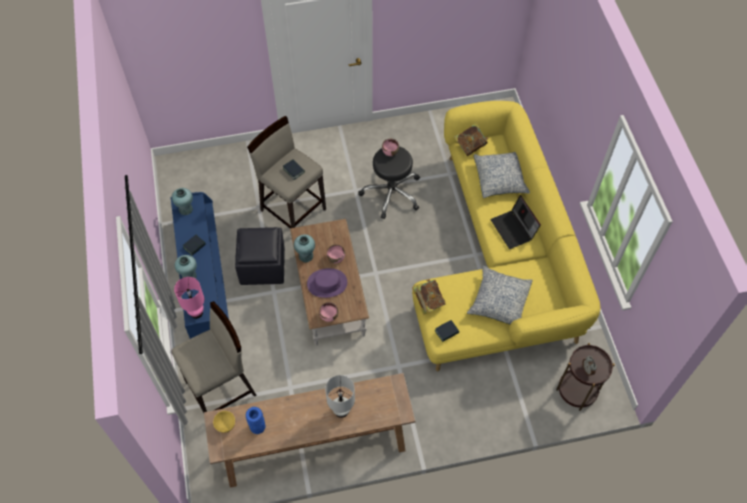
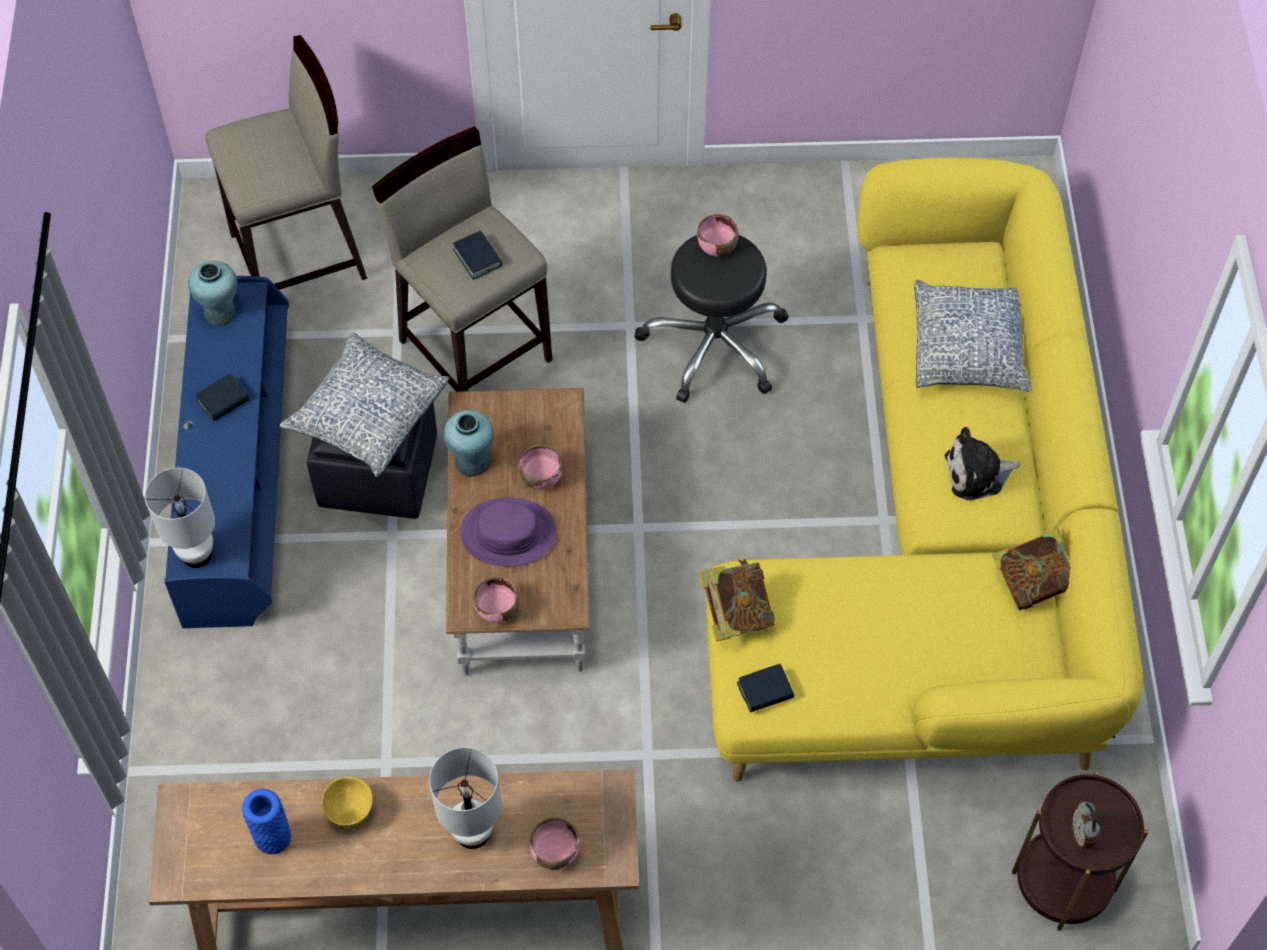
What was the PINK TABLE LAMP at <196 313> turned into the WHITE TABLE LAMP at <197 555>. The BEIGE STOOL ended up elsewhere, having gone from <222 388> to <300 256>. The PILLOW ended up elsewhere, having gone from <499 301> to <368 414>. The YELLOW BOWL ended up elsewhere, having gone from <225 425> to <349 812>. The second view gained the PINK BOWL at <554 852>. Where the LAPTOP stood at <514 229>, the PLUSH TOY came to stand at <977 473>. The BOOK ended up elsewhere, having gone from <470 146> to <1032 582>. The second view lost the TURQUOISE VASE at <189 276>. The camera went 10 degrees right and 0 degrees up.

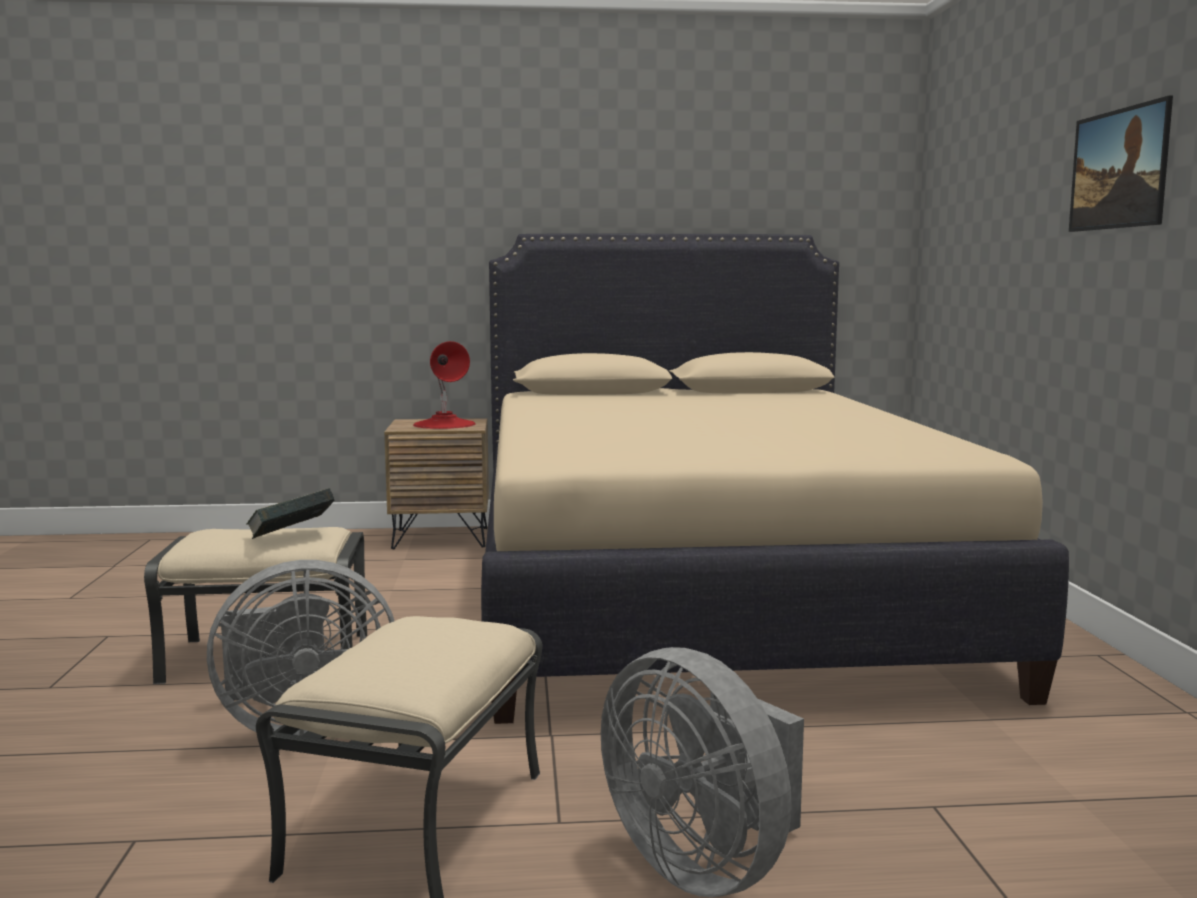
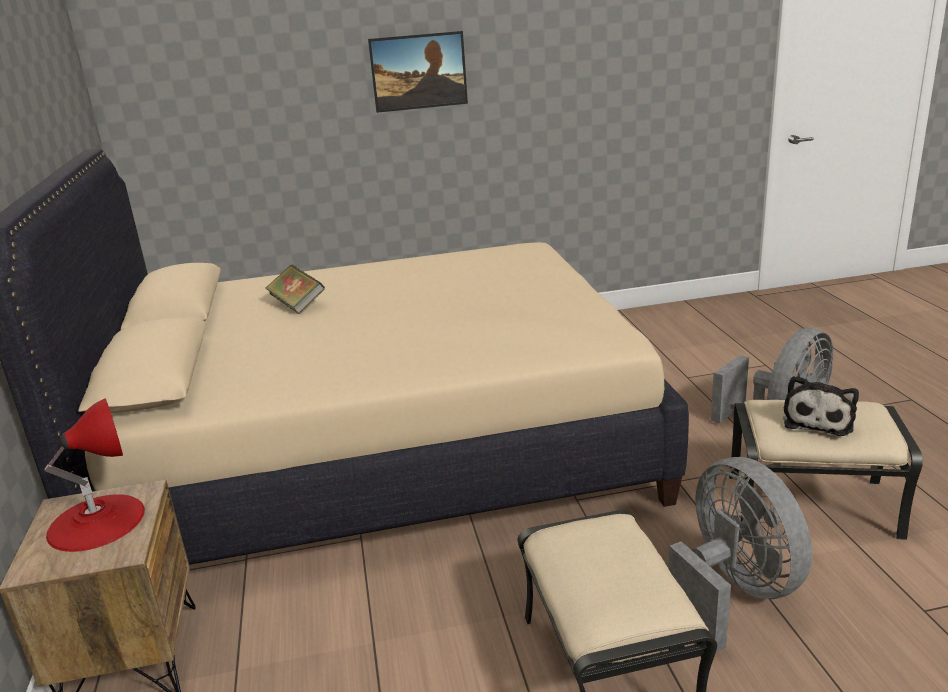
The BOOK ended up elsewhere, having gone from <291 537> to <297 305>. The second view gained the PLUSH TOY at <818 420>. The camera went 95 degrees left and 15 degrees up.

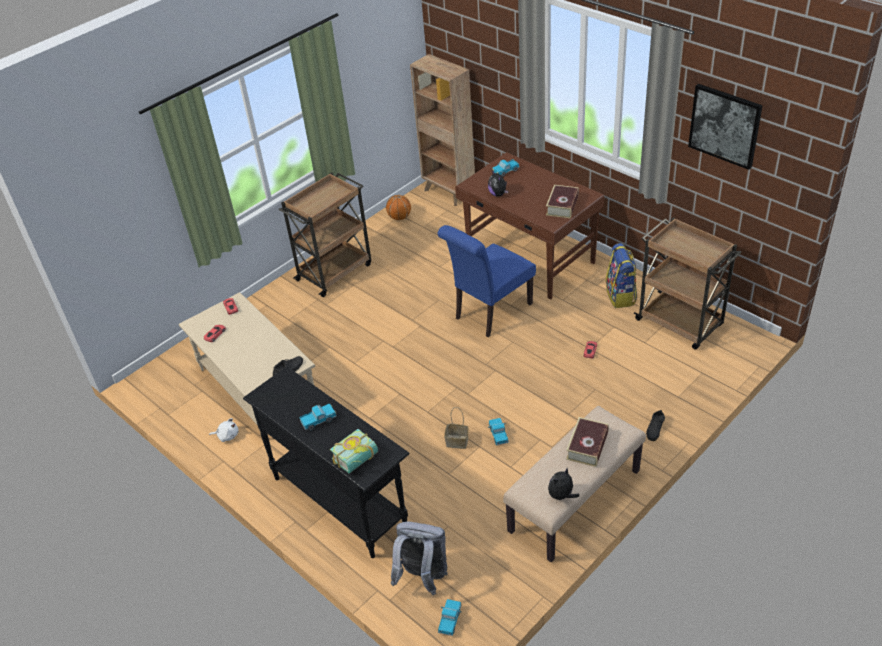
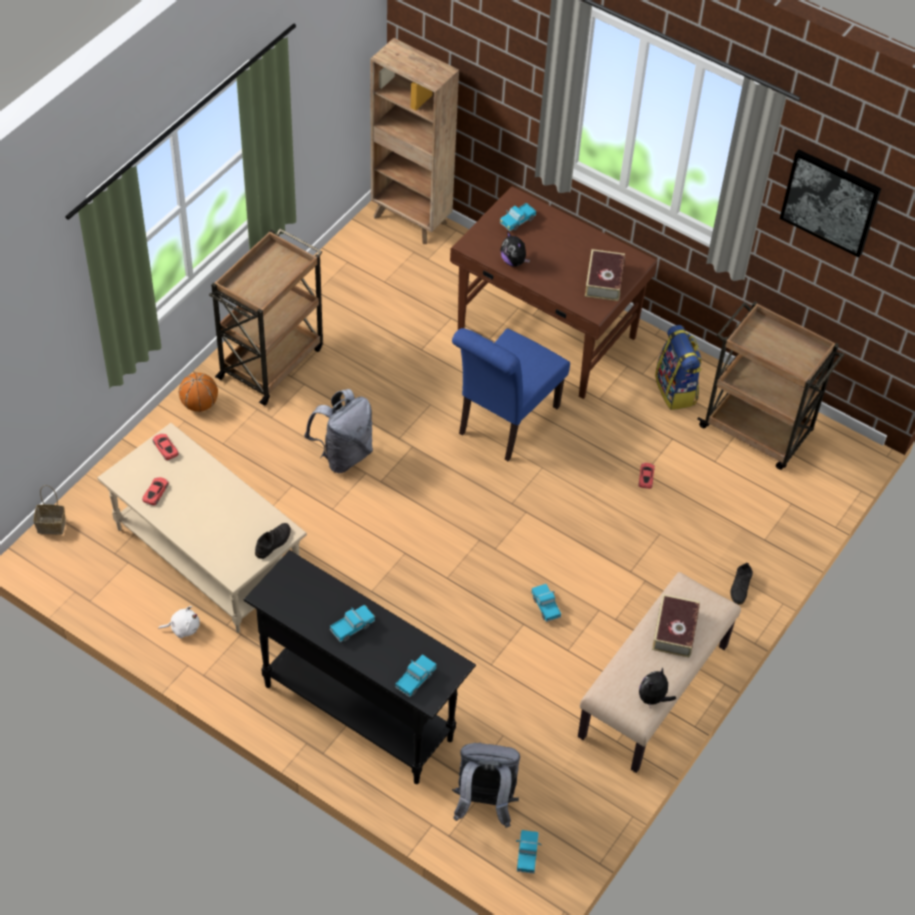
The BASKET ended up elsewhere, having gone from <456 442> to <50 526>. The BASKETBALL ended up elsewhere, having gone from <399 217> to <199 404>. The second view gained the GREY BACKPACK at <343 455>. Where the BOOK stood at <358 461>, the TOY TRUCK came to stand at <416 679>. The camera went 15 degrees left and 10 degrees up.

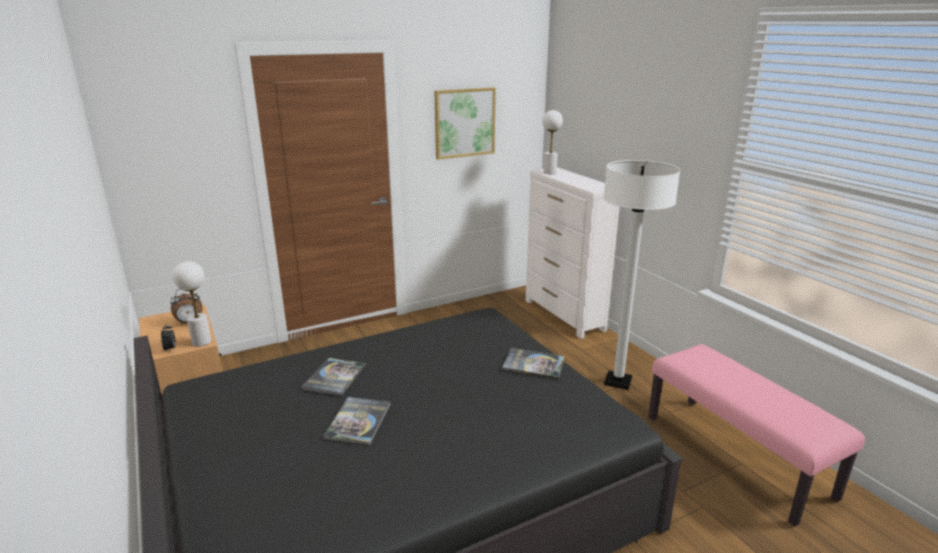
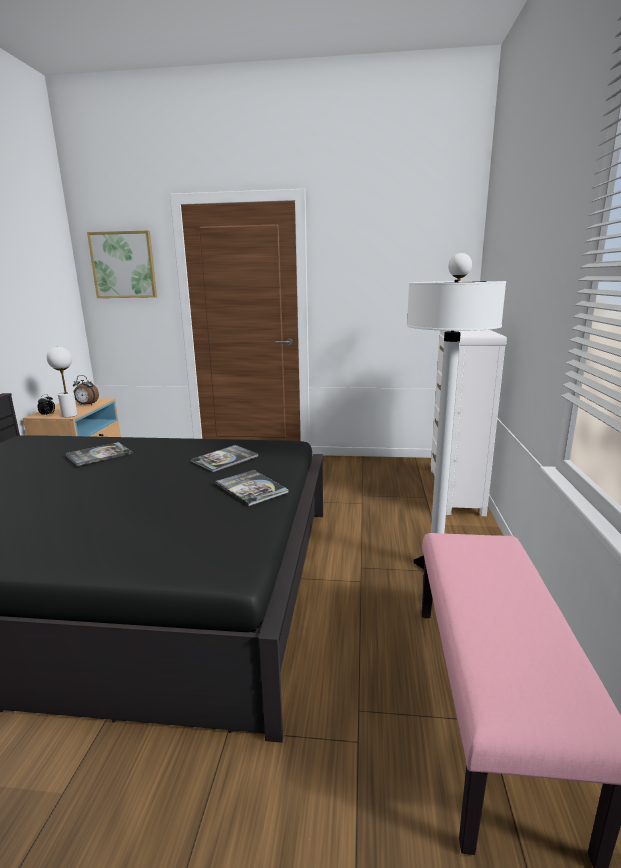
The PICTURE ended up elsewhere, having gone from <464 122> to <123 265>. The BOOK ended up elsewhere, having gone from <358 421> to <225 459>. The camera went 35 degrees right and 5 degrees down.

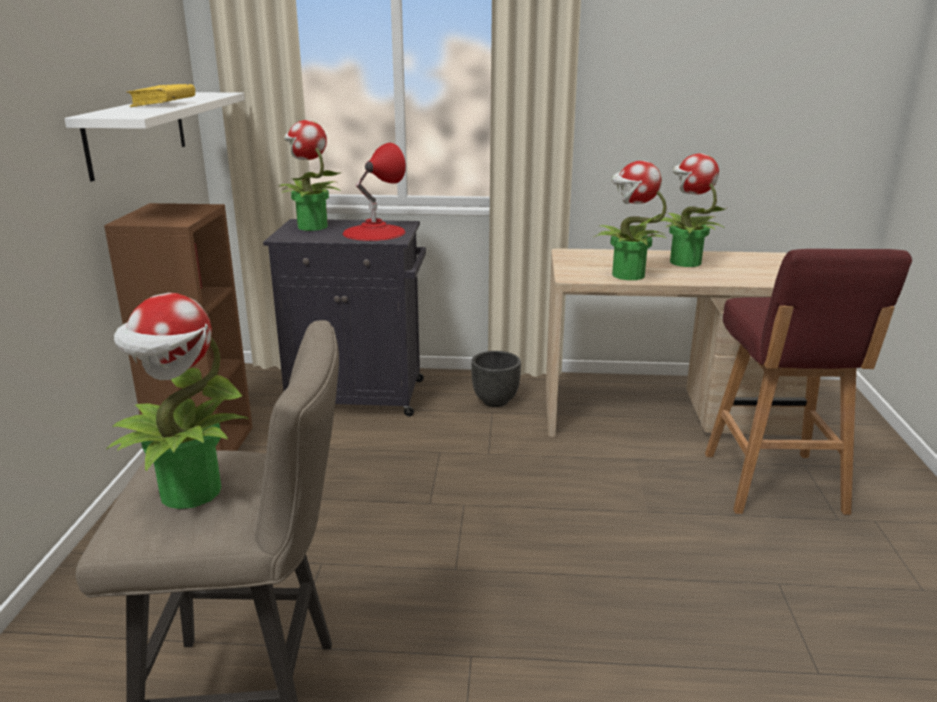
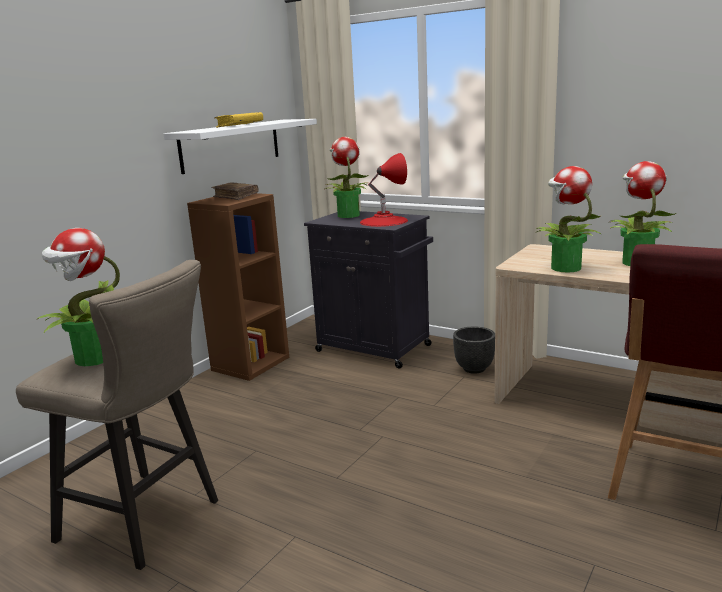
The second view gained the BROWN BOOK at <236 196>. The camera went 30 degrees right and 5 degrees down.

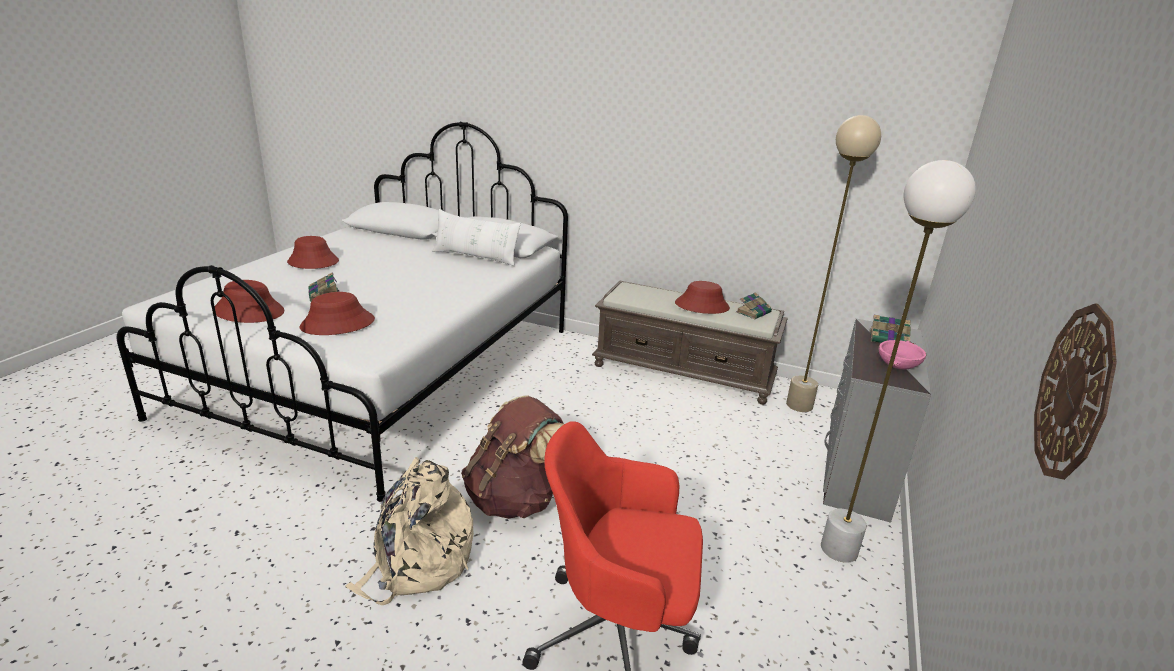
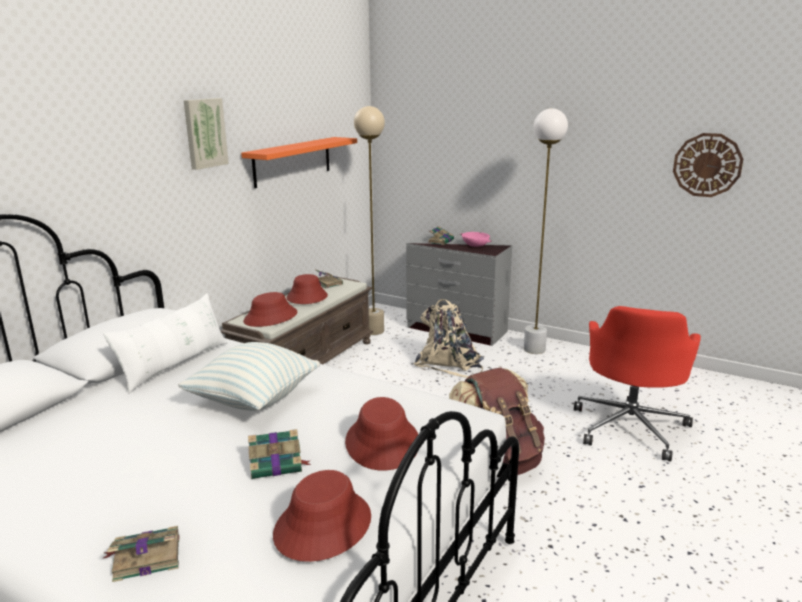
The second view gained the BOOK at <145 557>. The second view gained the PILLOW at <254 399>. The second view gained the PICTURE at <204 133>. The second view gained the ORANGE SHELF at <292 161>. The RED HAT ended up elsewhere, having gone from <313 262> to <270 317>. The BEIGE BACKPACK ended up elsewhere, having gone from <417 563> to <449 364>. The camera went 80 degrees left and 5 degrees down.

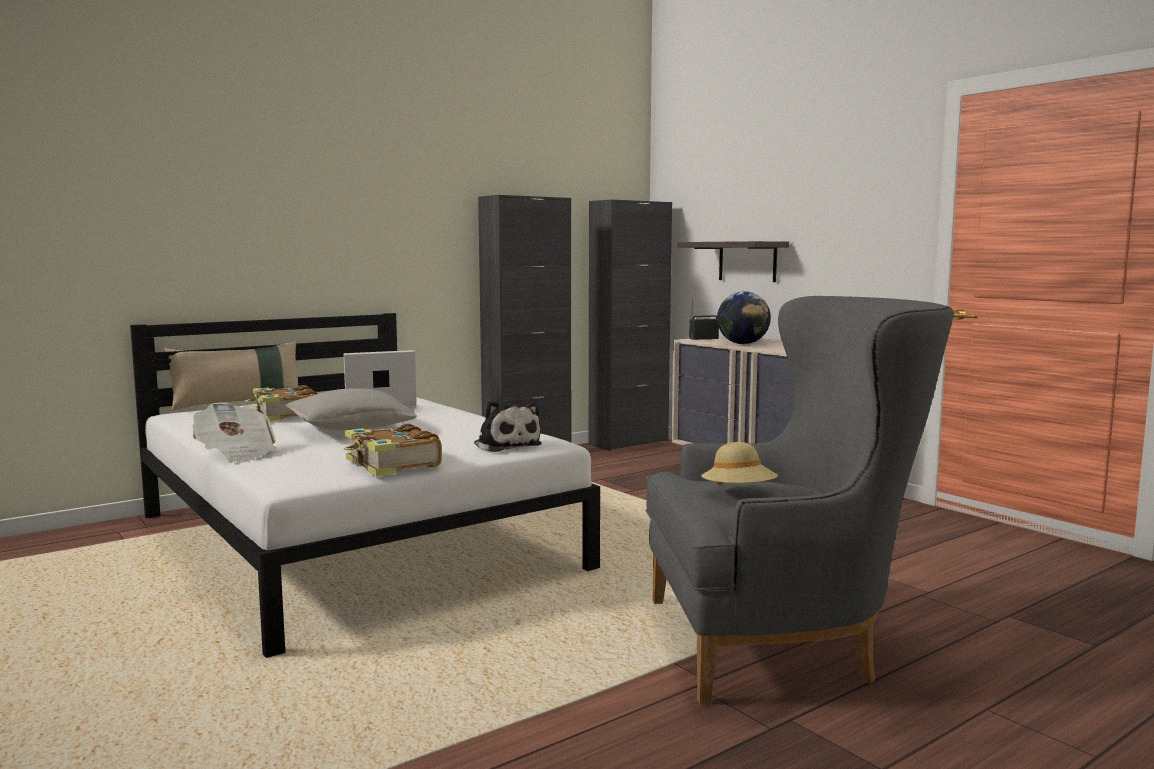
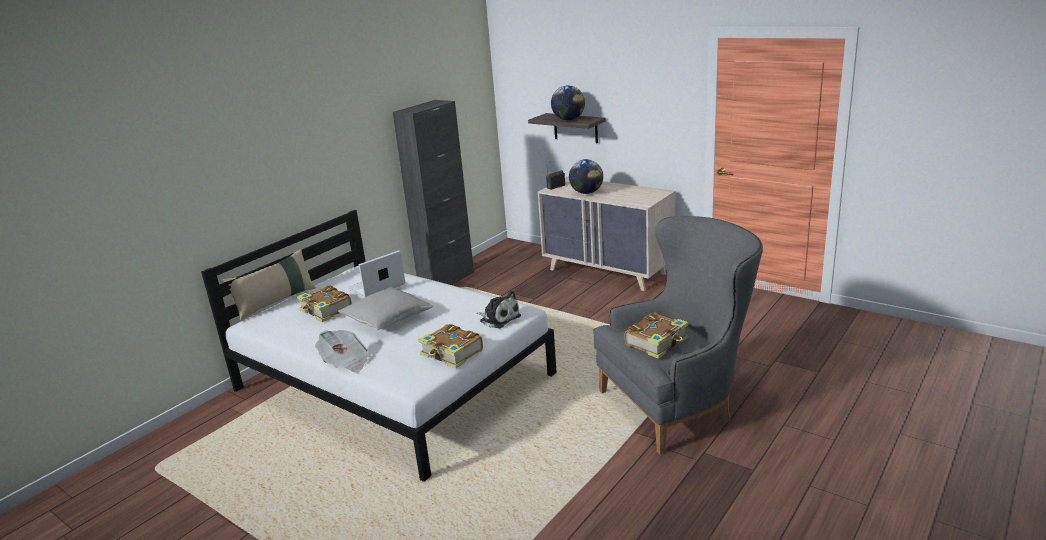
The second view gained the GLOBE at <568 119>. Where the BEIGE HAT stood at <739 494>, the BOOK came to stand at <657 342>. The second view lost the BLACK CABINET at <628 442>. The camera went 15 degrees left and 15 degrees up.

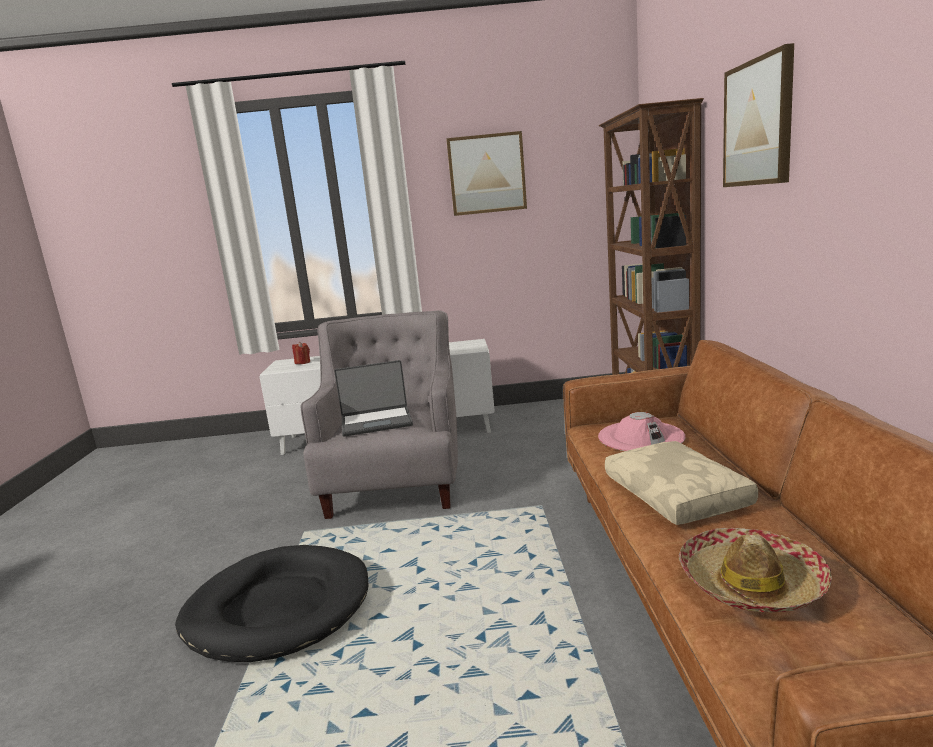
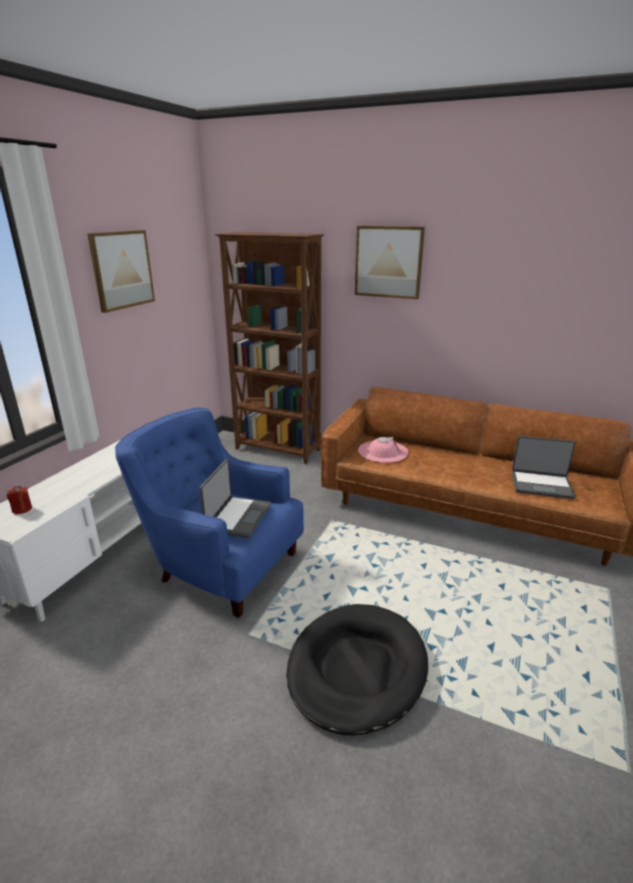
What was the GREY ARMCHAIR at <396 482> turned into the BLUE ARMCHAIR at <219 564>. Where the HAT stood at <750 583>, the LAPTOP came to stand at <541 485>. The second view lost the BEIGE PILLOW at <678 495>. The camera went 65 degrees left and 10 degrees up.

